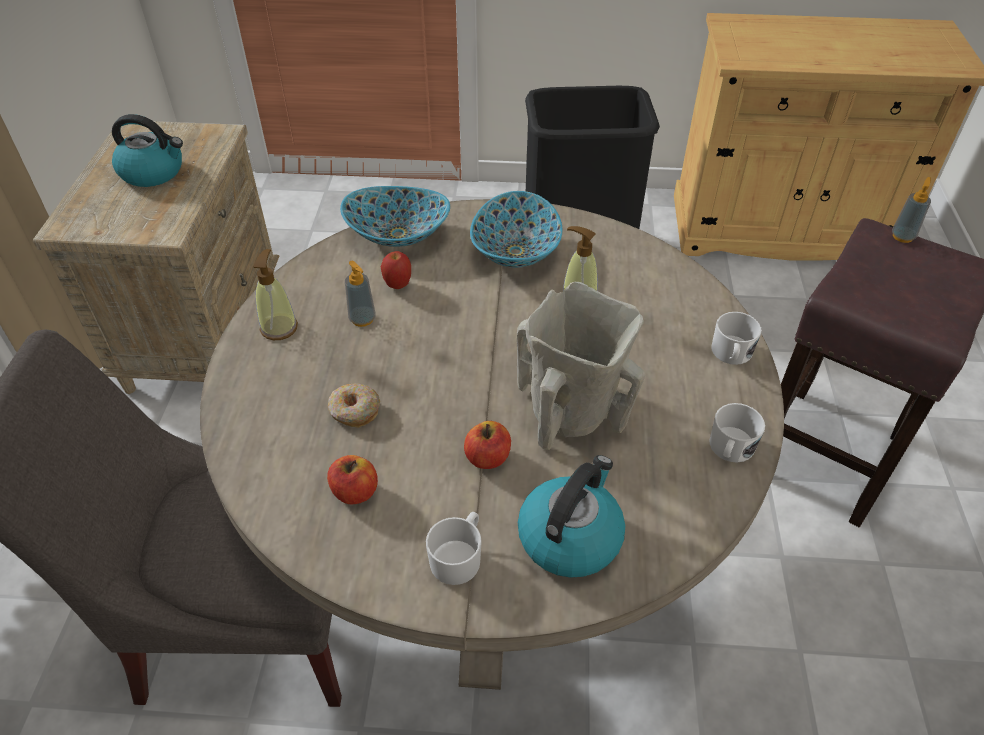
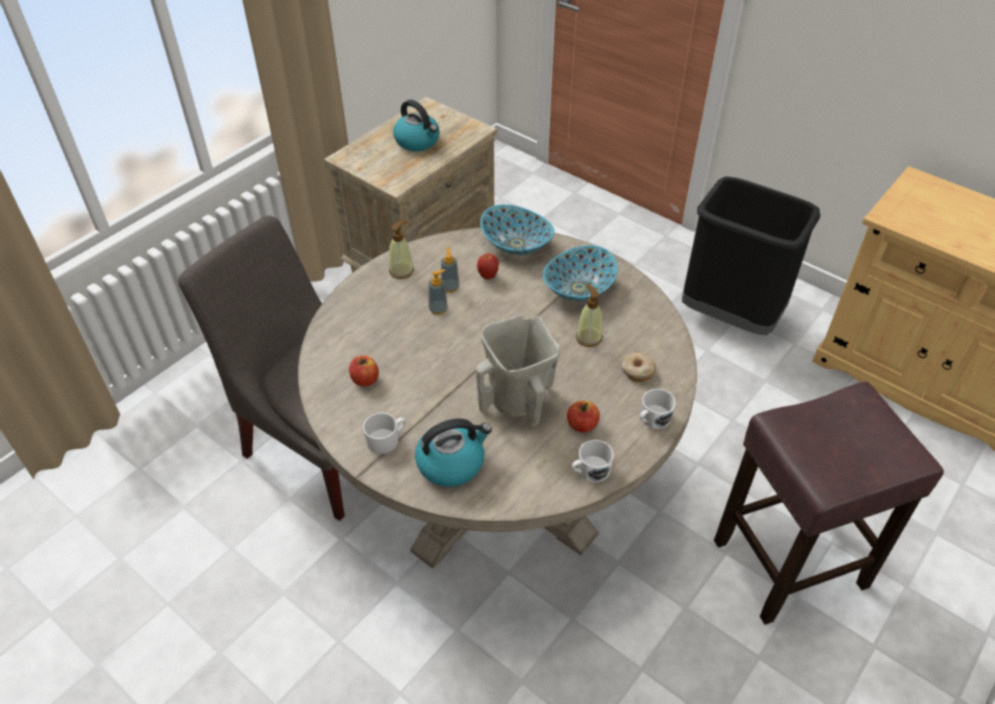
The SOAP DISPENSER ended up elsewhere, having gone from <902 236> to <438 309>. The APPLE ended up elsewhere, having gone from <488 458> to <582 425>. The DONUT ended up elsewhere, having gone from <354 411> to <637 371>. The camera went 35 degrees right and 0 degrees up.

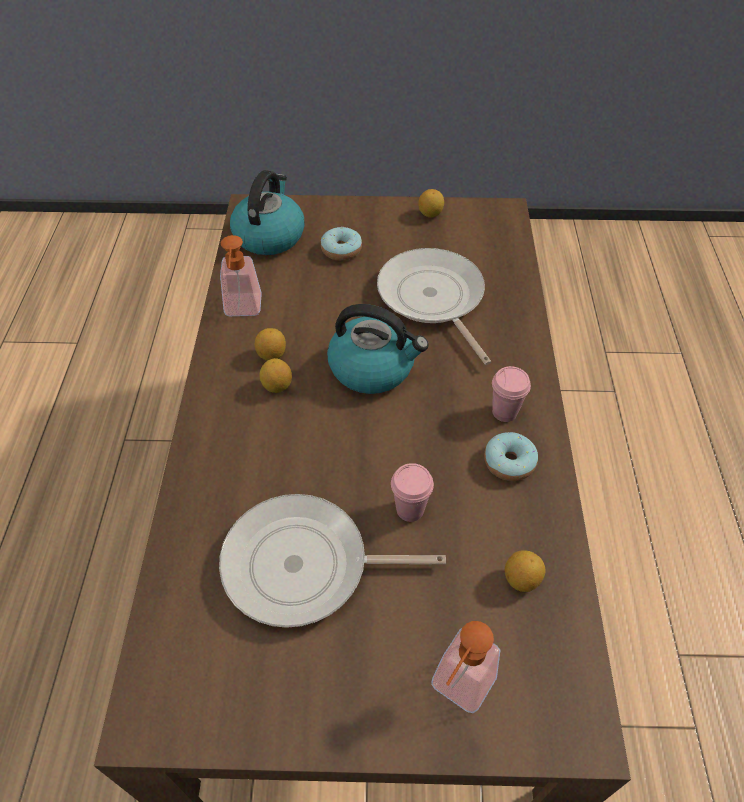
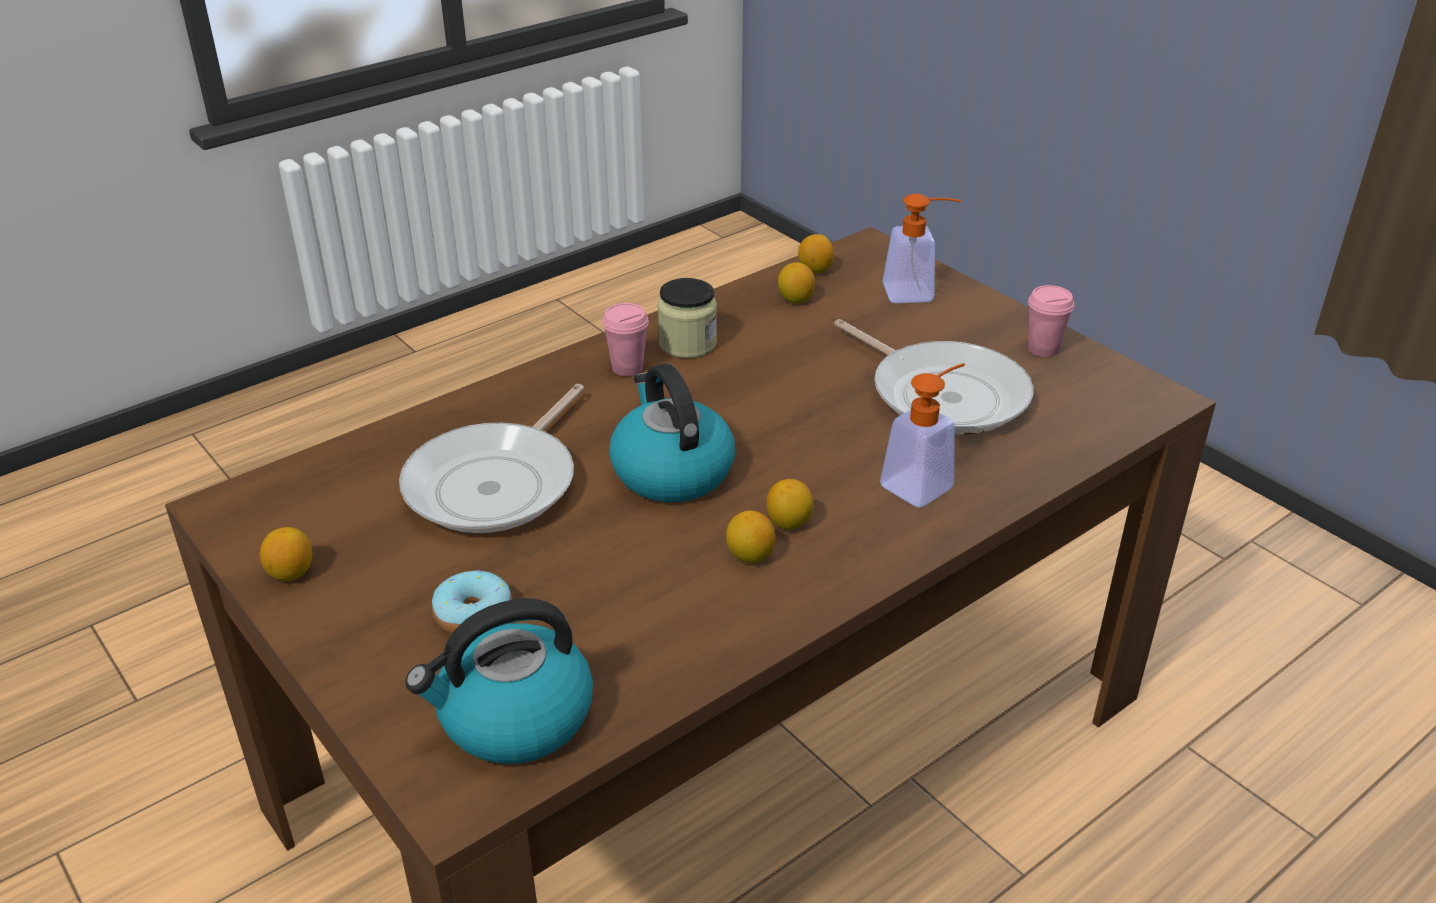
Where the DONUT stood at <509 462>, the JAR came to stand at <687 344>. The second view gained the LEMON at <815 270>. The SOAP DISPENSER ended up elsewhere, having gone from <242 311> to <924 482>. The PINK CUP ended up elsewhere, having gone from <410 509> to <1043 349>. The camera went 130 degrees left and 15 degrees down.

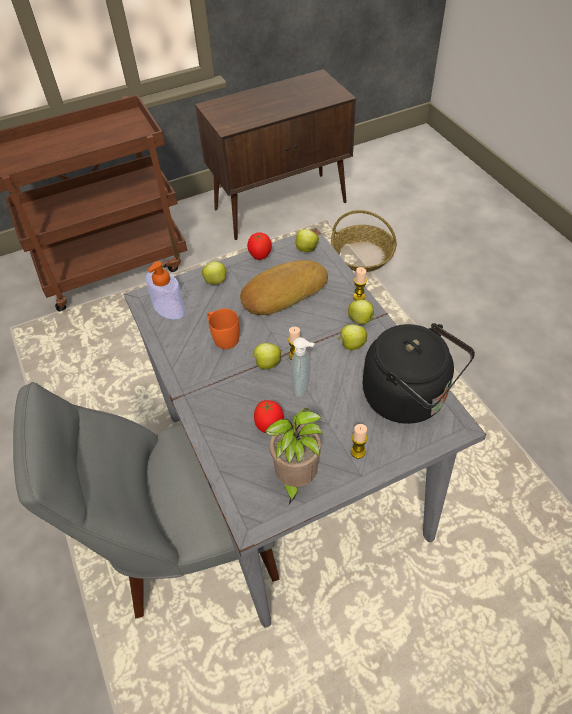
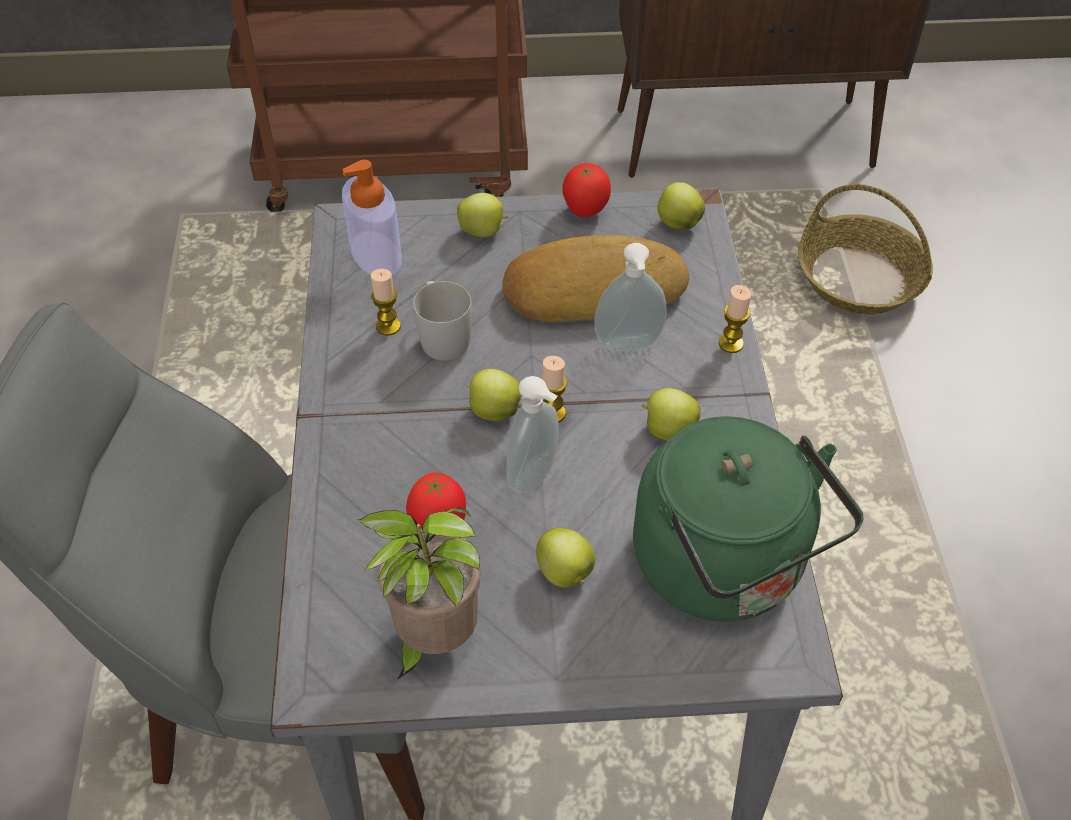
The CANDLE ended up elsewhere, having gone from <358 452> to <388 326>. What was the ORANGE MUG at <223 337> turned into the WHITE MUG at <442 335>. The APPLE ended up elsewhere, having gone from <361 320> to <566 573>. The second view gained the SOAP DISPENSER at <628 346>. What was the BLACK KETTLE at <409 398> turned into the GREEN KETTLE at <726 568>. The camera went 20 degrees right and 0 degrees up.

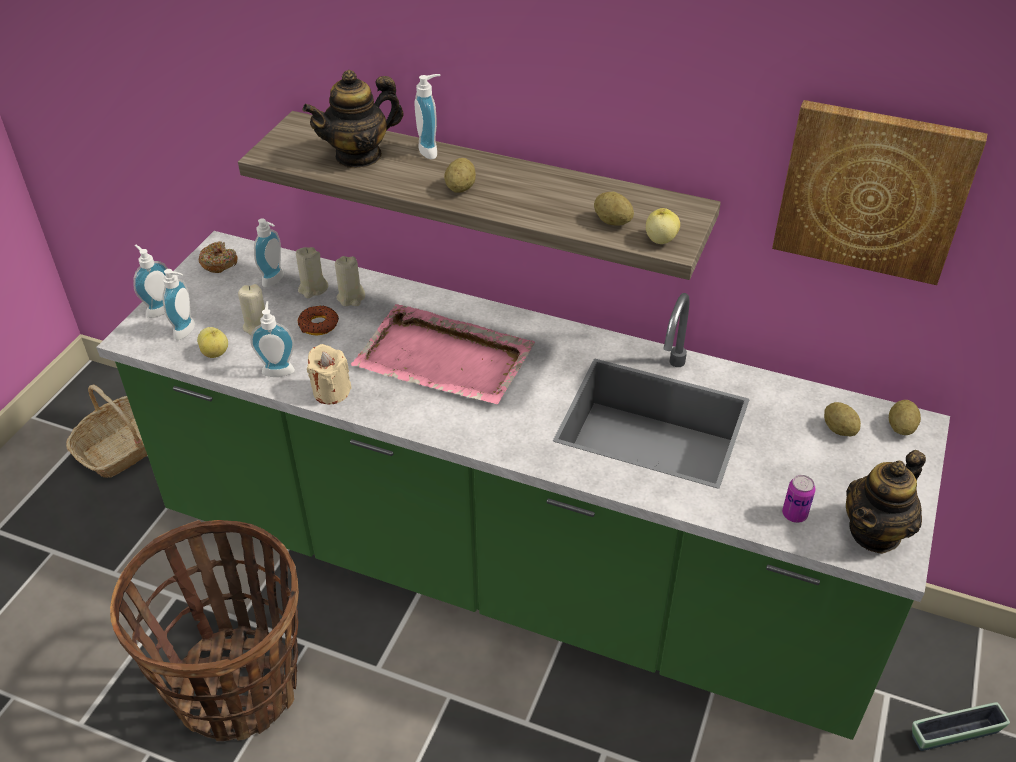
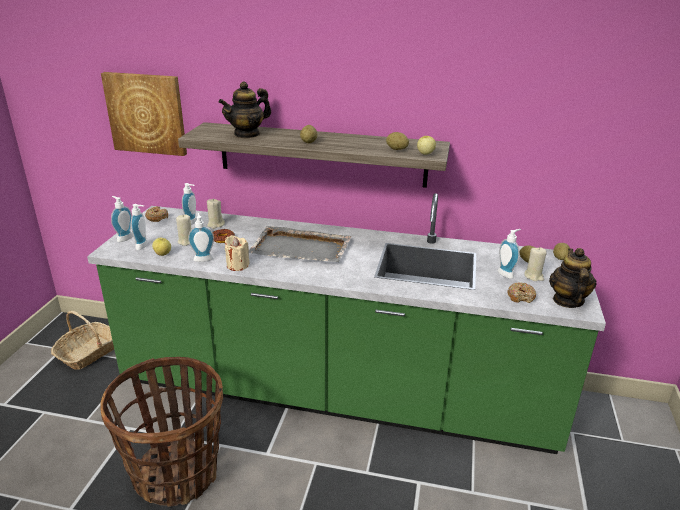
The PICTURE ended up elsewhere, having gone from <873 191> to <146 113>. What was the PINK TRAY at <445 359> turned into the GREY TRAY at <301 248>. The SOAP DISPENSER ended up elsewhere, having gone from <431 150> to <507 273>. Where the CAN stood at <794 514>, the DONUT came to stand at <521 297>. The BEIGE CANDLE ended up elsewhere, having gone from <351 297> to <533 276>. The TEAPOT at <875 532> ended up facing another way, 150 degrees clockwise from before. The second view lost the PLANTER at <954 734>. The camera went 10 degrees left and 15 degrees down.

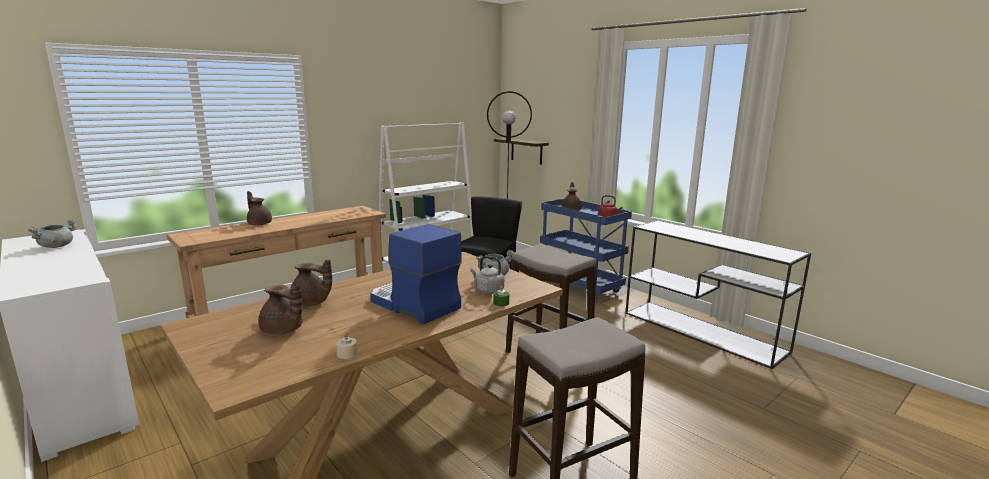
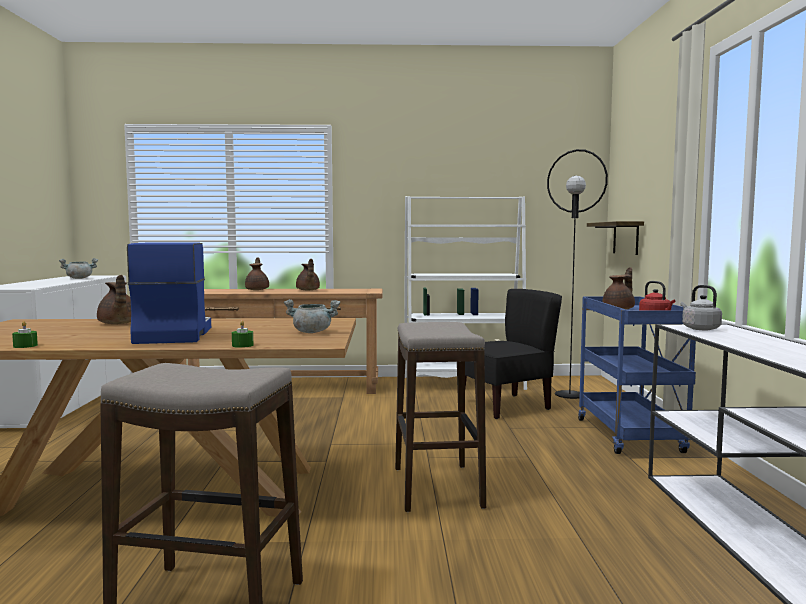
What was the BEIGE CANDLE at <347 353> turned into the GREEN CANDLE at <25 346>. The BROWN TEAPOT ended up elsewhere, having gone from <283 331> to <307 290>. The GREY KETTLE ended up elsewhere, having gone from <487 290> to <699 328>. The camera went 40 degrees right and 10 degrees down.

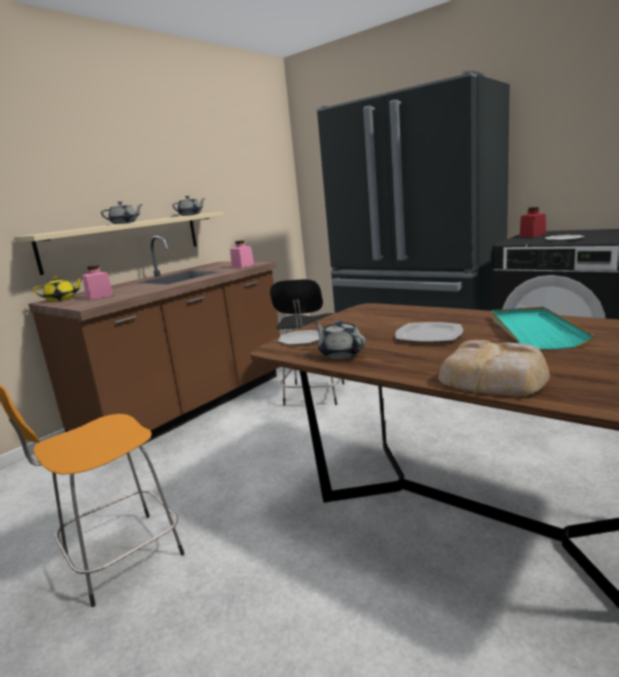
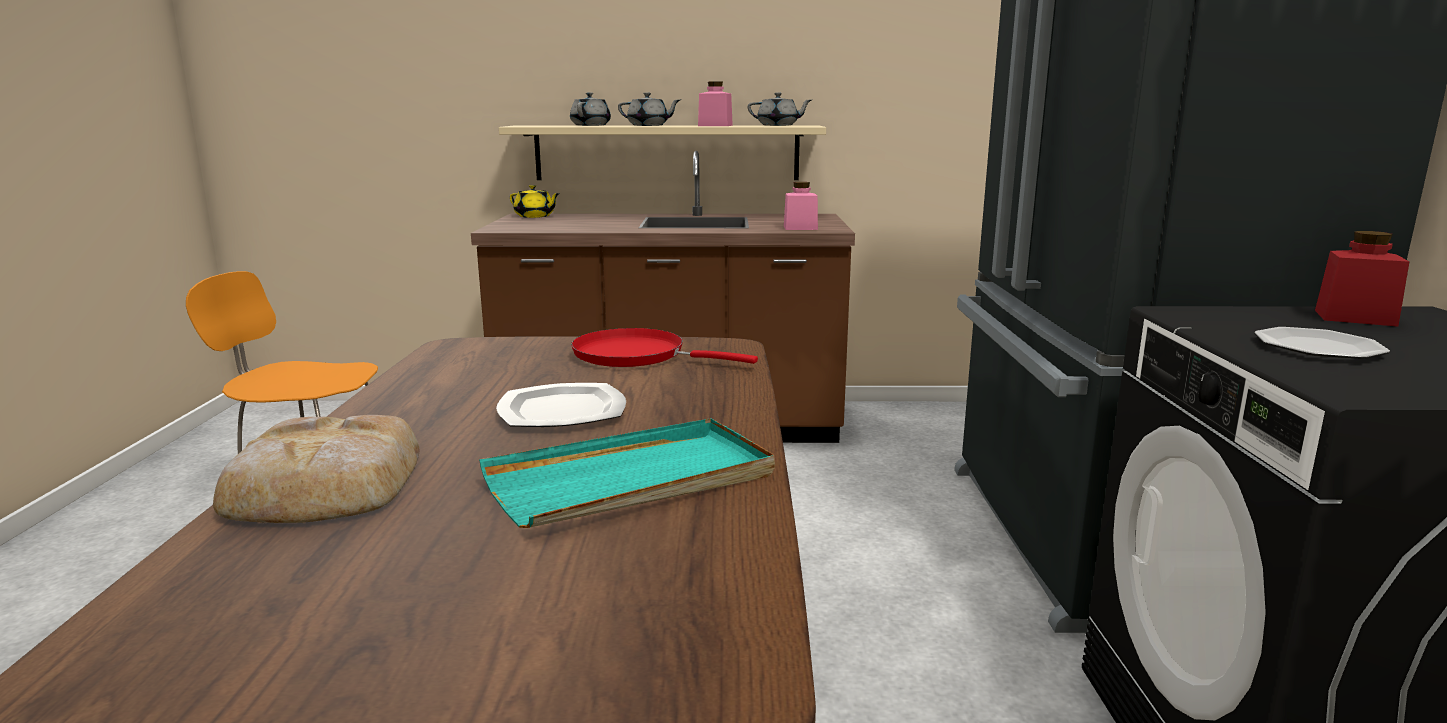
The GREY TEAPOT ended up elsewhere, having gone from <340 354> to <591 125>. The second view gained the RED FRYING PAN at <637 356>. The PINK JAR ended up elsewhere, having gone from <99 296> to <715 125>. The second view lost the BLACK STOOL at <314 395>. The second view lost the PLATE at <302 339>. The camera went 50 degrees right and 0 degrees up.

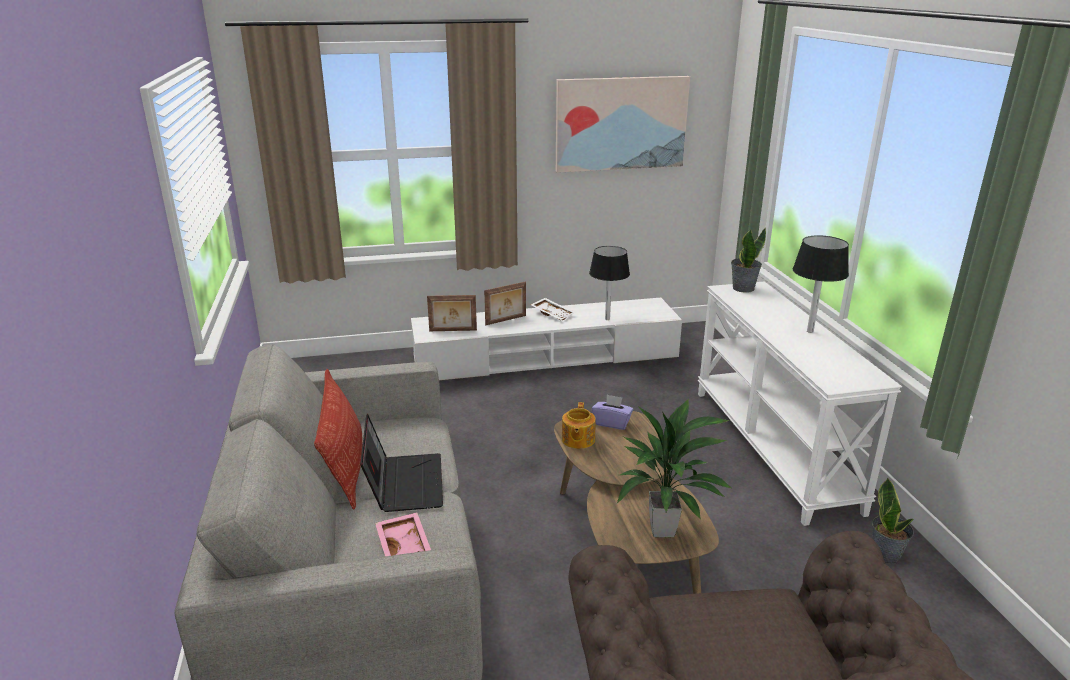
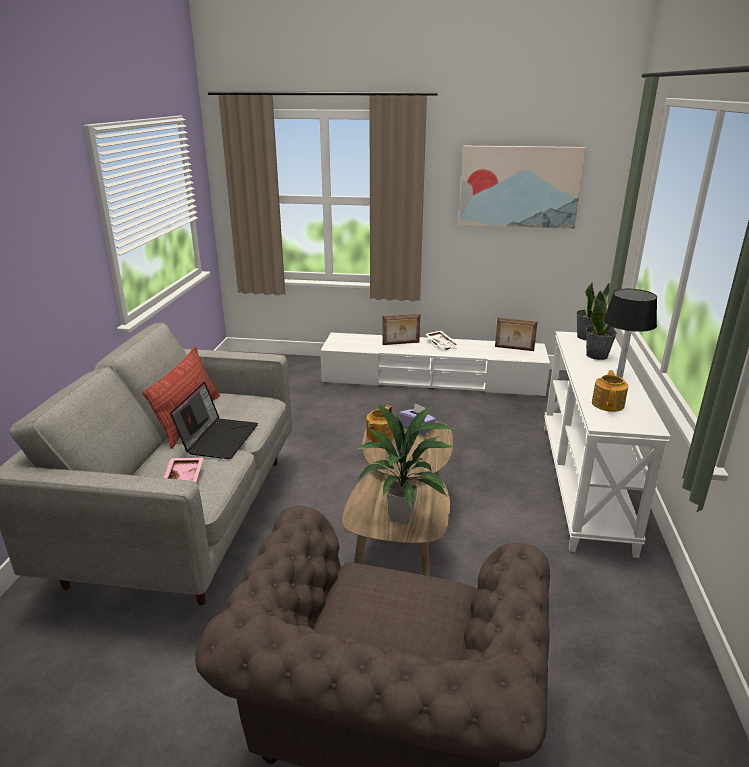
The PICTURE FRAME ended up elsewhere, having gone from <453 331> to <514 349>. The POTTED PLANT ended up elsewhere, having gone from <885 554> to <597 355>. The second view gained the TEAPOT at <608 404>. The second view lost the BLACK TABLE LAMP at <607 319>. The camera went 20 degrees right and 0 degrees up.

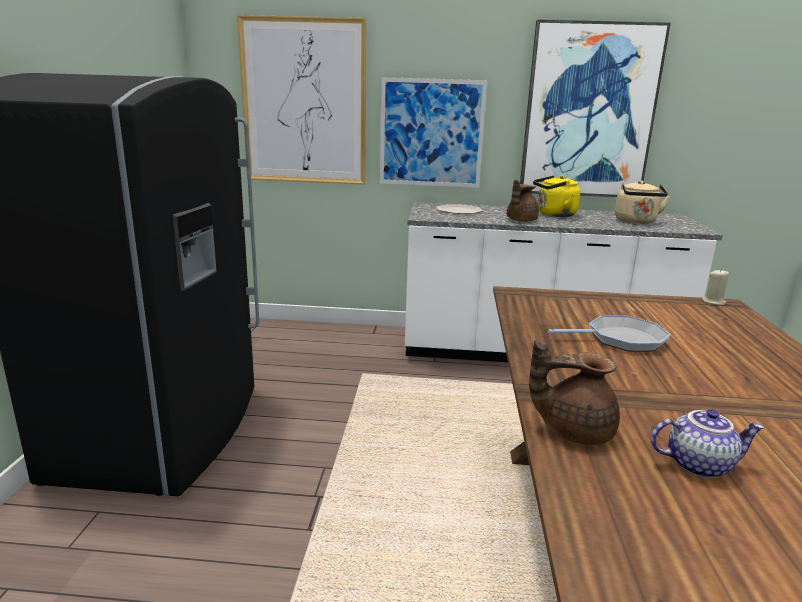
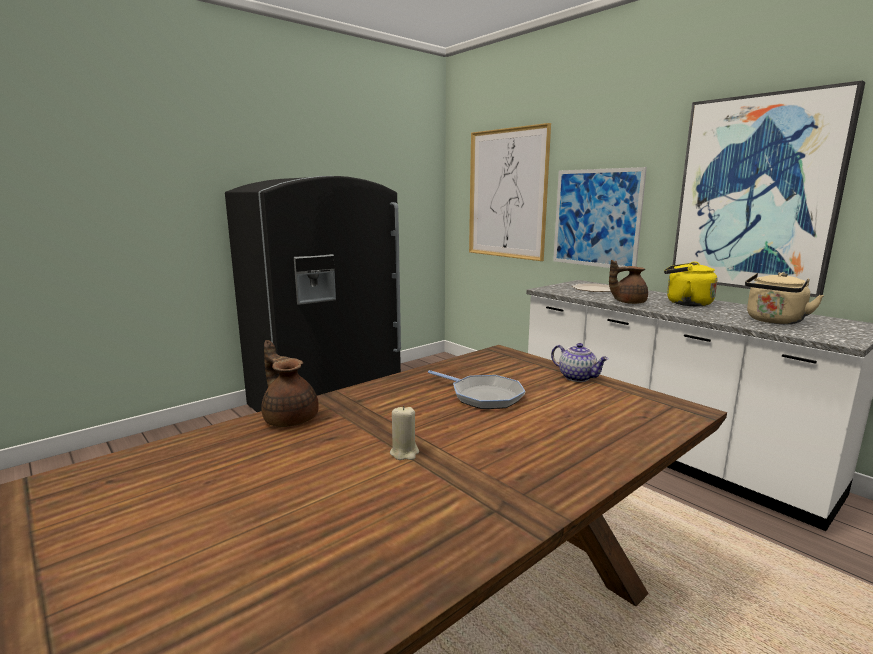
The BEIGE CANDLE ended up elsewhere, having gone from <713 302> to <404 453>. The TEAPOT ended up elsewhere, having gone from <698 464> to <578 377>. The camera went 45 degrees right and 5 degrees down.

